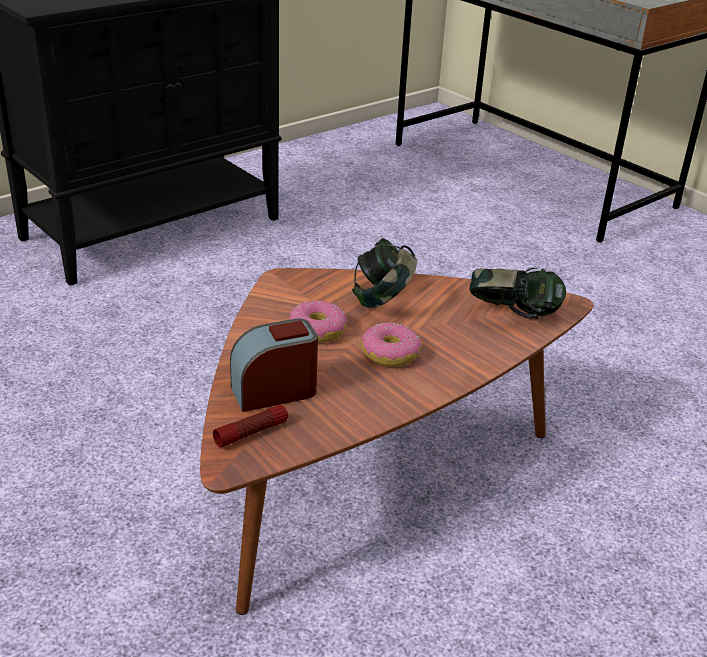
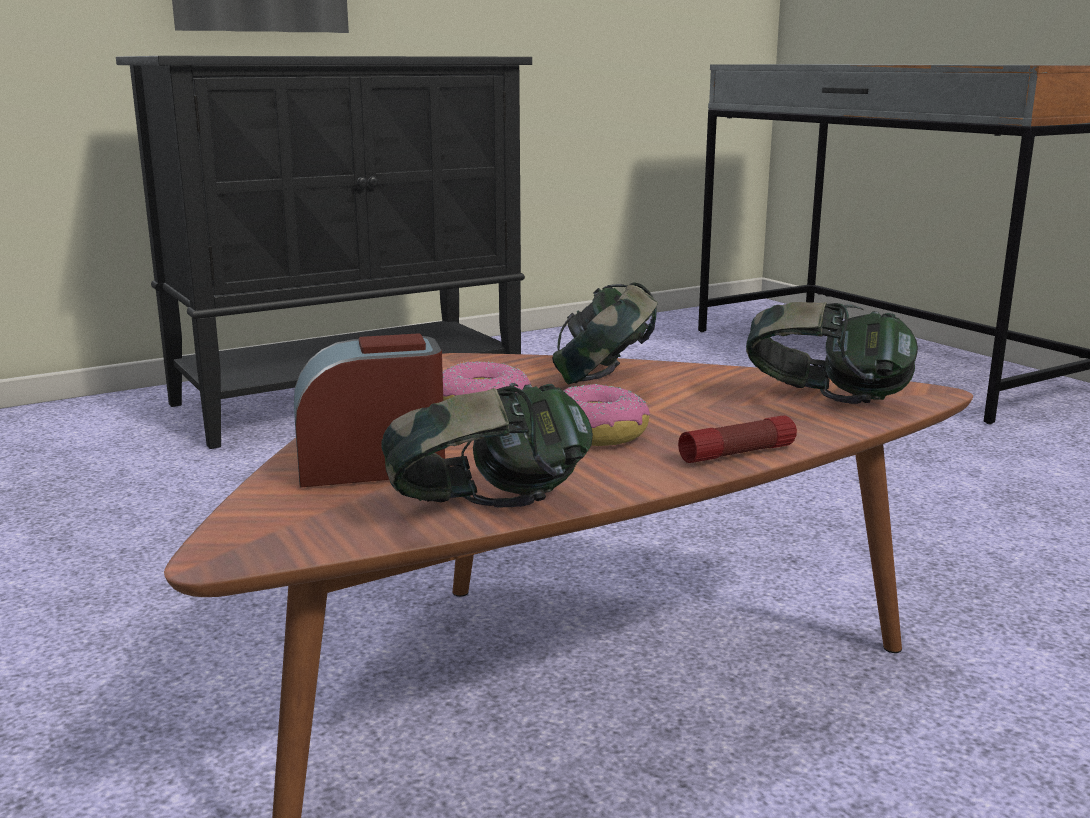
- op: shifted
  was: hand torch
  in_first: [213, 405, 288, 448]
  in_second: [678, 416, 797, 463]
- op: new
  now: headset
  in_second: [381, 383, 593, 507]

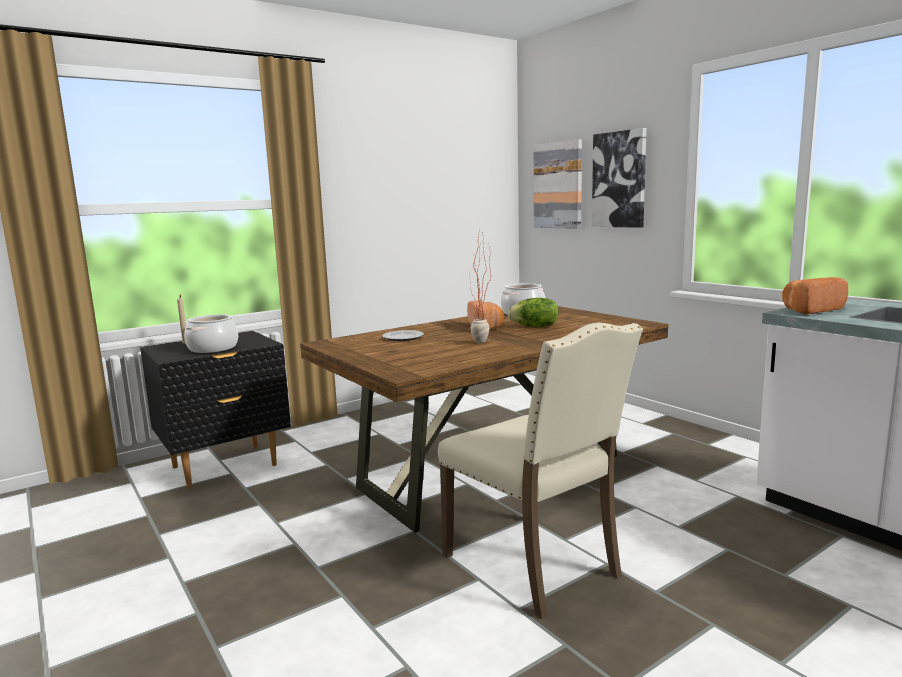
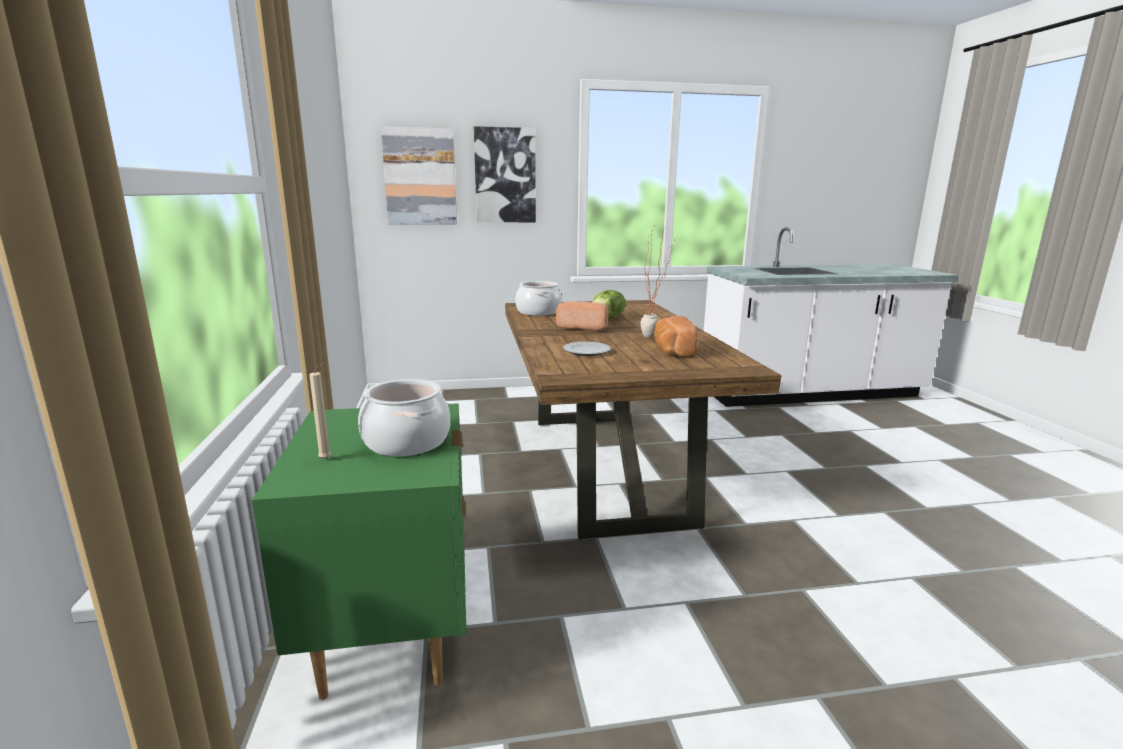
- op: shifted
  was: bakery bread
  in_first: [782, 277, 848, 314]
  in_second: [654, 316, 697, 358]
- op: gone
  was: sand-coloured chair
  in_first: [438, 323, 643, 619]
- op: repainted
  was: black-coloured night table
  now: greenish night table
  in_first: [140, 331, 291, 489]
  in_second: [252, 403, 466, 700]

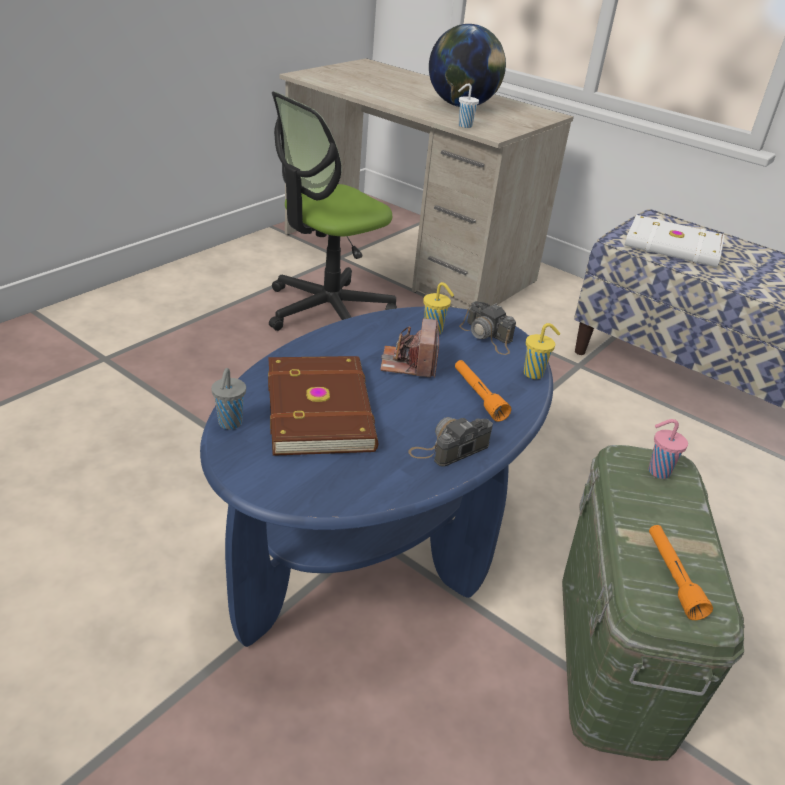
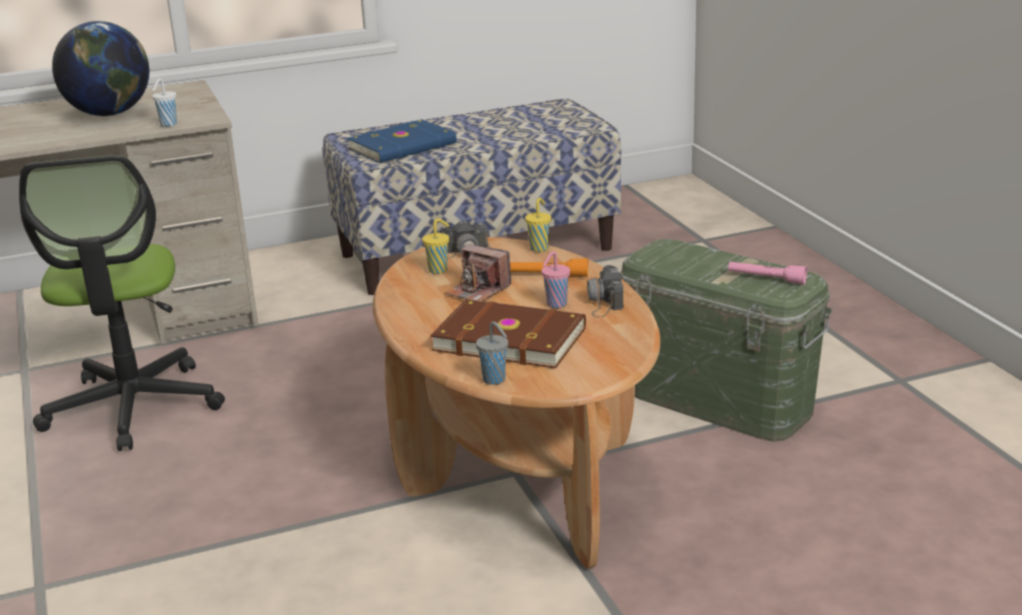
- op: repainted
  was: white volume
  now: blue-coloured volume
  in_first: [624, 215, 724, 267]
  in_second: [347, 119, 457, 163]
- op: repainted
  was: blue-coloured lounge table
  now: brown lounge table
  in_first: [200, 307, 553, 647]
  in_second: [373, 237, 660, 569]
- op: shifted
  was: pink drinking cup
  in_first: [648, 419, 688, 479]
  in_second: [541, 251, 570, 308]
- op: repainted
  was: orangey hand torch
  now: pink hand torch
  in_first: [649, 525, 713, 620]
  in_second: [728, 262, 807, 285]

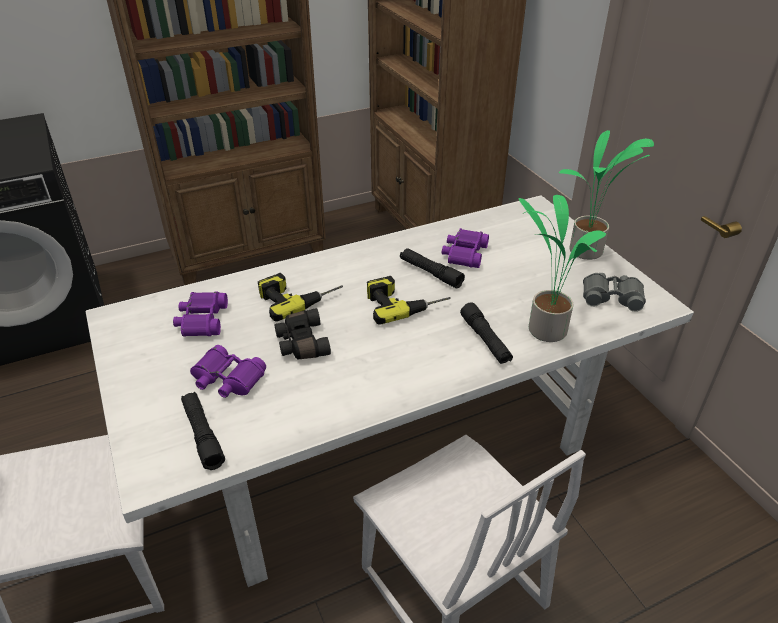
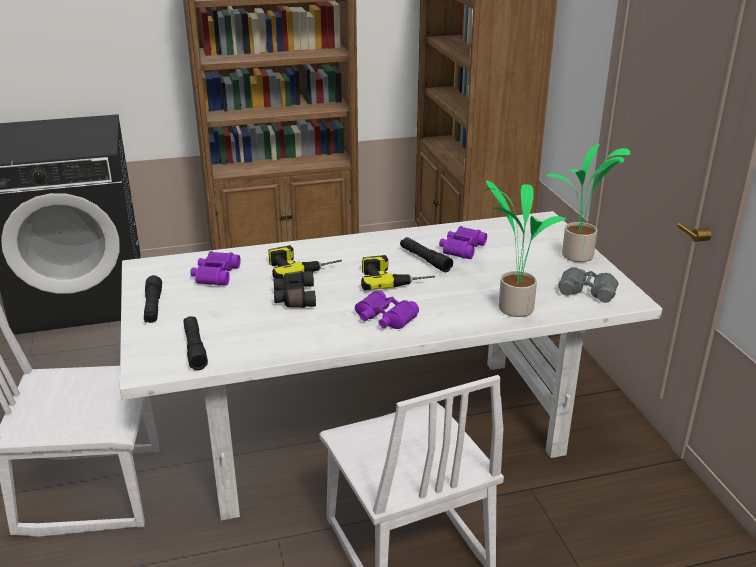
- op: shifted
  was: black-coloured hand torch
  in_first: [460, 302, 513, 364]
  in_second: [144, 275, 162, 323]
- op: shifted
  was: purple field glasses
  in_first: [190, 345, 266, 398]
  in_second: [355, 290, 419, 329]

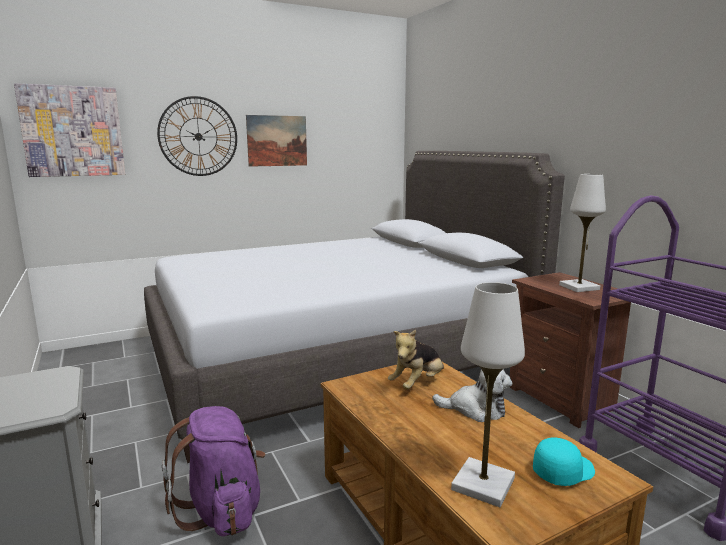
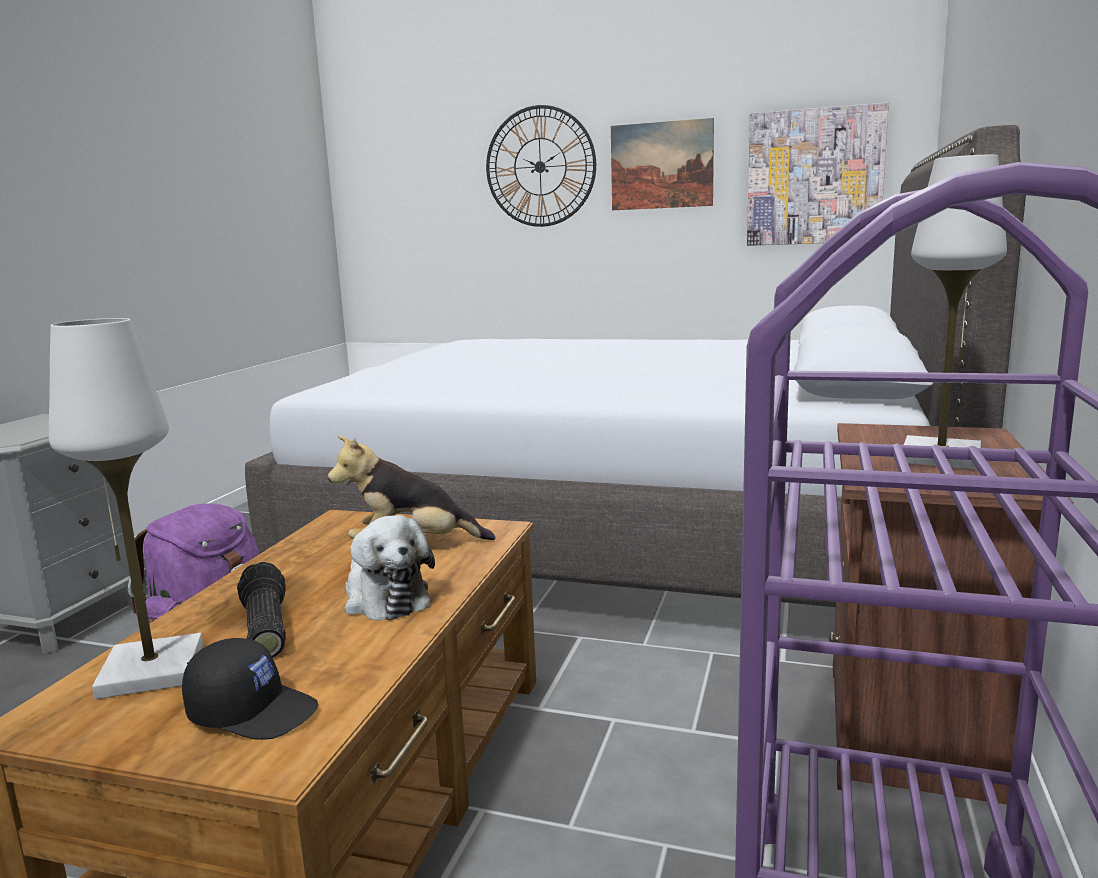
- op: shifted
  was: picture
  in_first: [14, 83, 125, 177]
  in_second: [747, 102, 889, 246]
- op: repainted
  was: blue-green peaked cap
  now: black-coloured peaked cap
  in_first: [533, 438, 595, 486]
  in_second: [182, 638, 318, 740]
- op: new
  now: hand torch
  in_second: [237, 562, 286, 658]

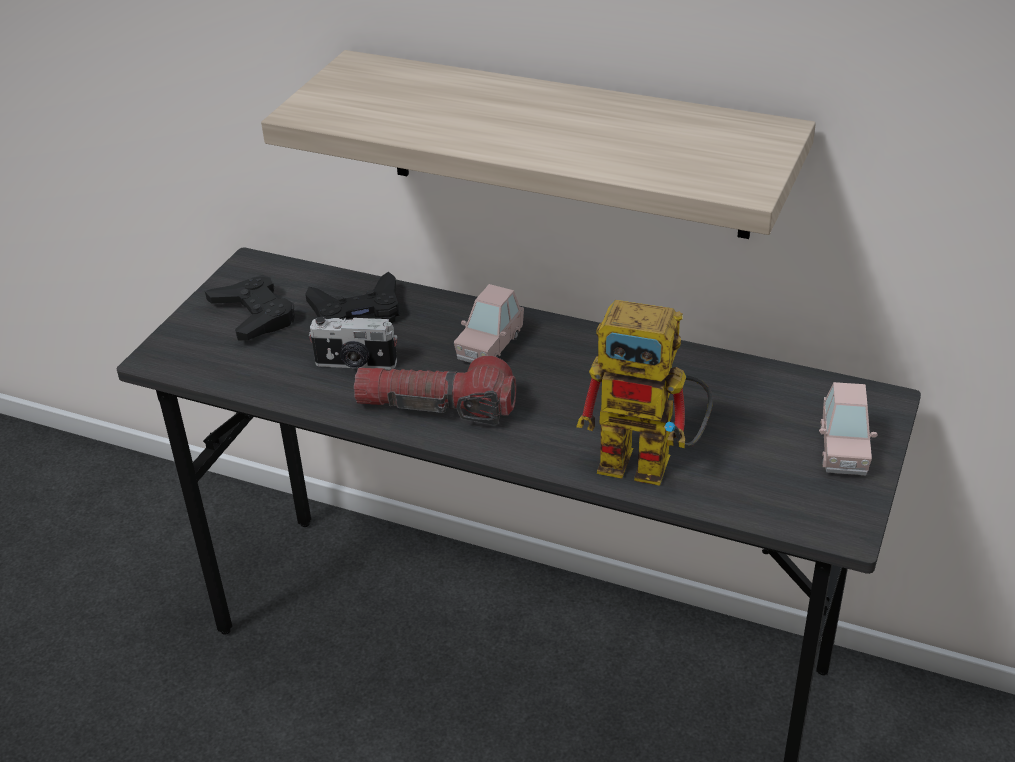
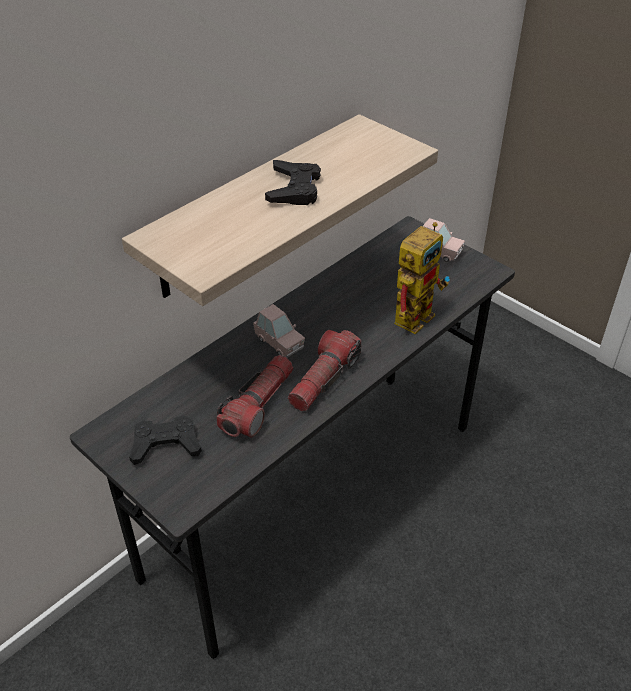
- op: shifted
  was: black-coloured joypad
  in_first: [305, 271, 399, 323]
  in_second: [265, 160, 321, 205]
- op: swapped
  was: still camera
  now: hand torch
  in_first: [309, 317, 397, 370]
  in_second: [216, 355, 293, 437]

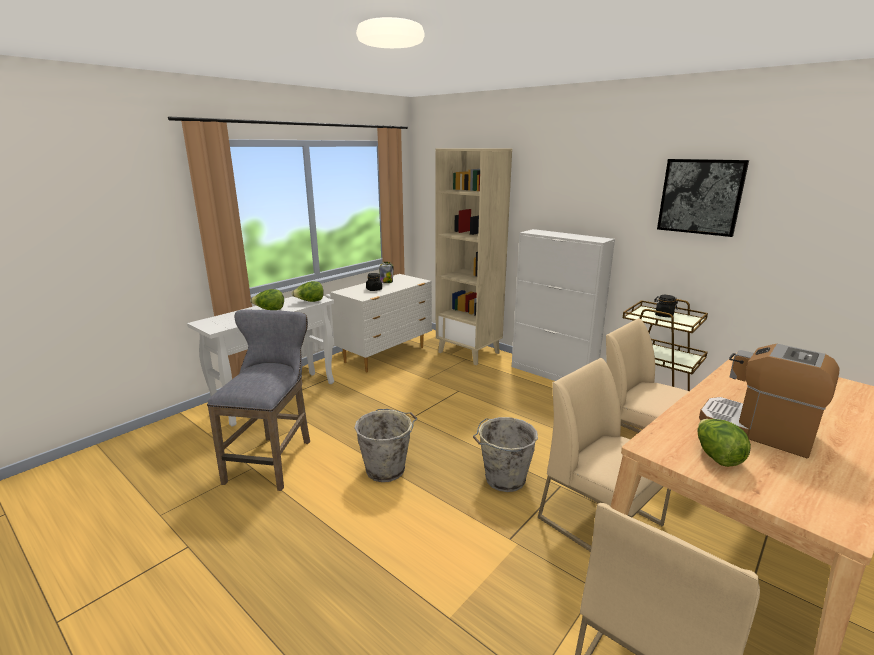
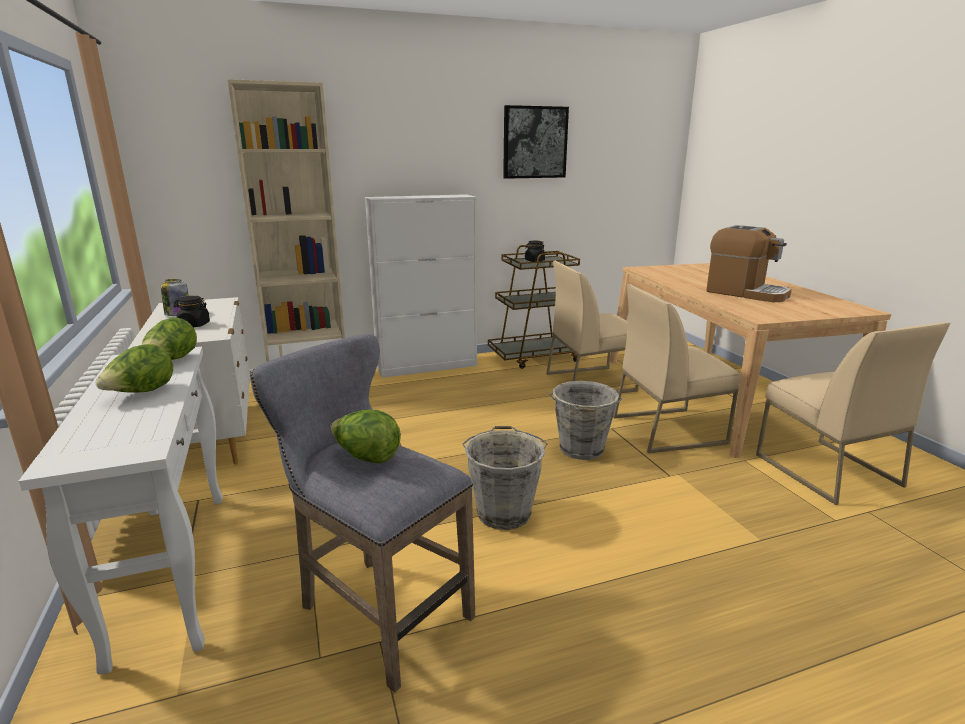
- op: rotated
  was: coffee machine
  in_first: [699, 344, 840, 458]
  in_second: [706, 225, 792, 302]
  clockwise: -120
- op: shifted
  was: head of lettuce
  in_first: [698, 419, 751, 467]
  in_second: [330, 410, 401, 464]

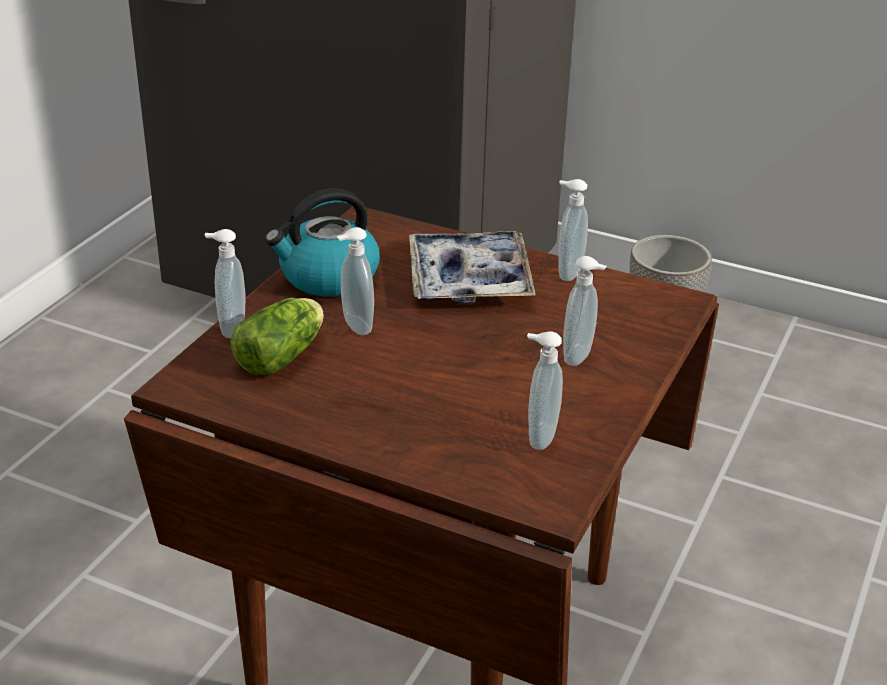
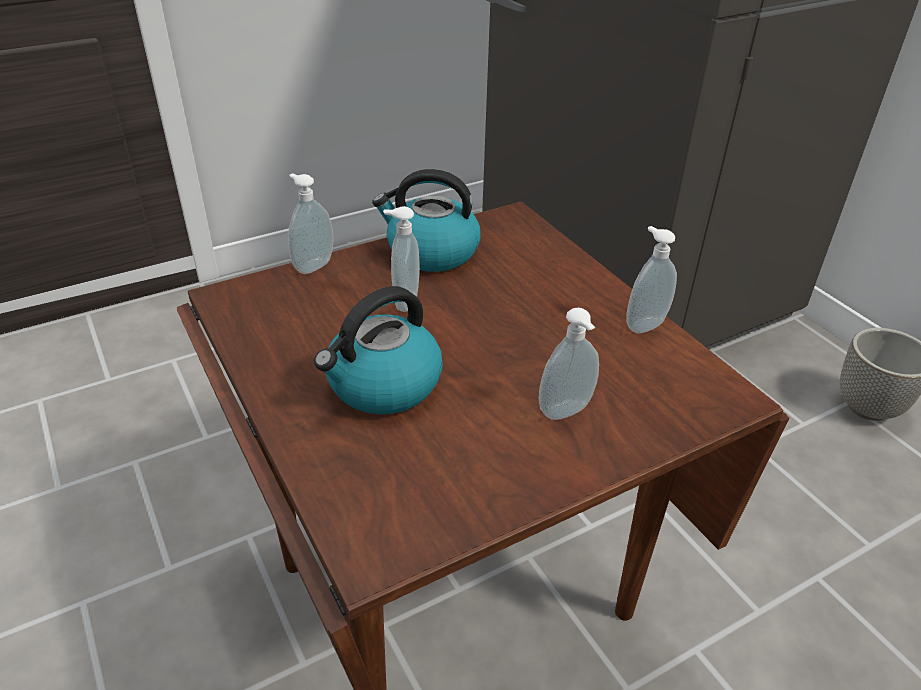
- op: gone
  was: tray
  in_first: [409, 231, 536, 305]
- op: gone
  was: head of lettuce
  in_first: [230, 298, 324, 375]
- op: gone
  was: soap bottle
  in_first: [527, 331, 563, 450]
- op: new
  now: water kettle
  in_second: [314, 286, 443, 414]

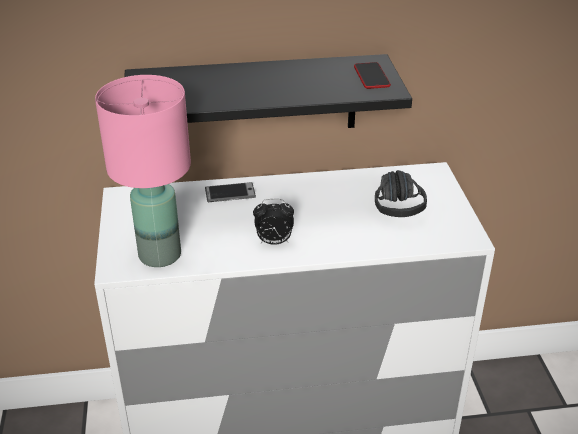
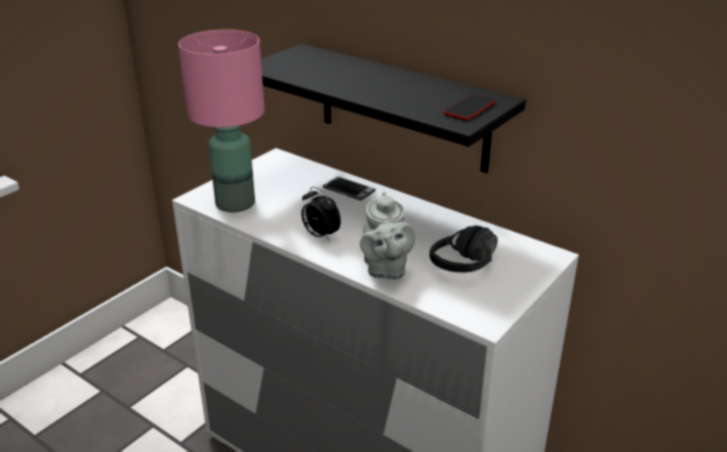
- op: new
  now: greyish tea pot
  in_second: [360, 191, 415, 280]

